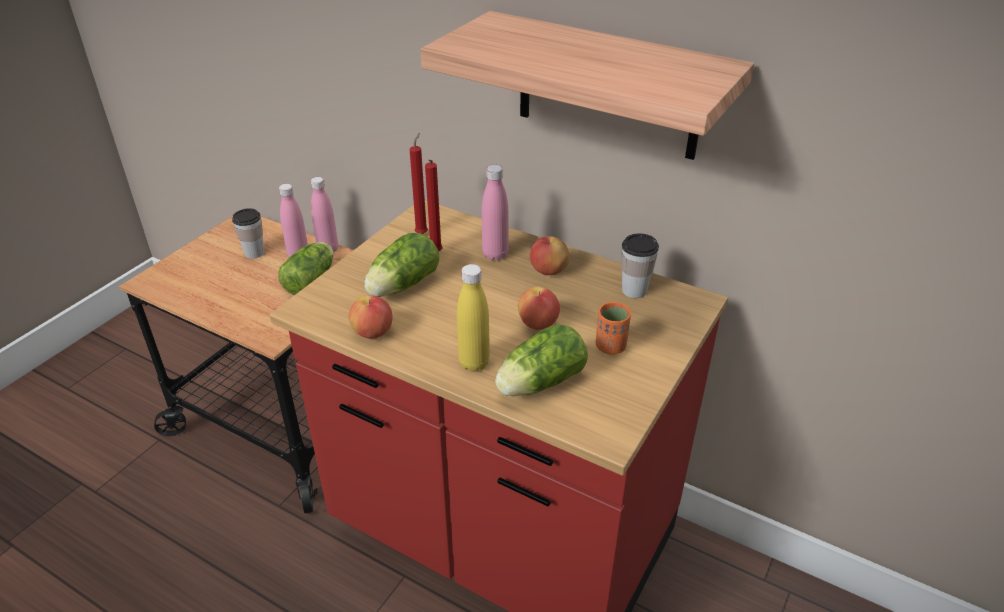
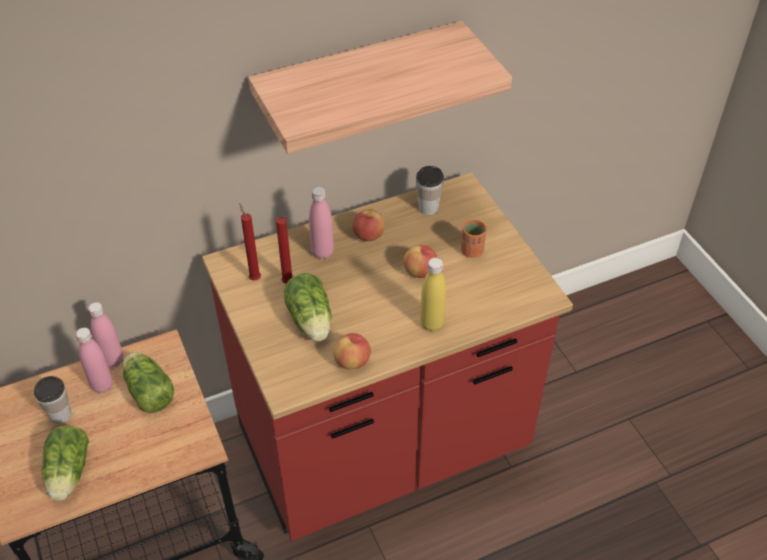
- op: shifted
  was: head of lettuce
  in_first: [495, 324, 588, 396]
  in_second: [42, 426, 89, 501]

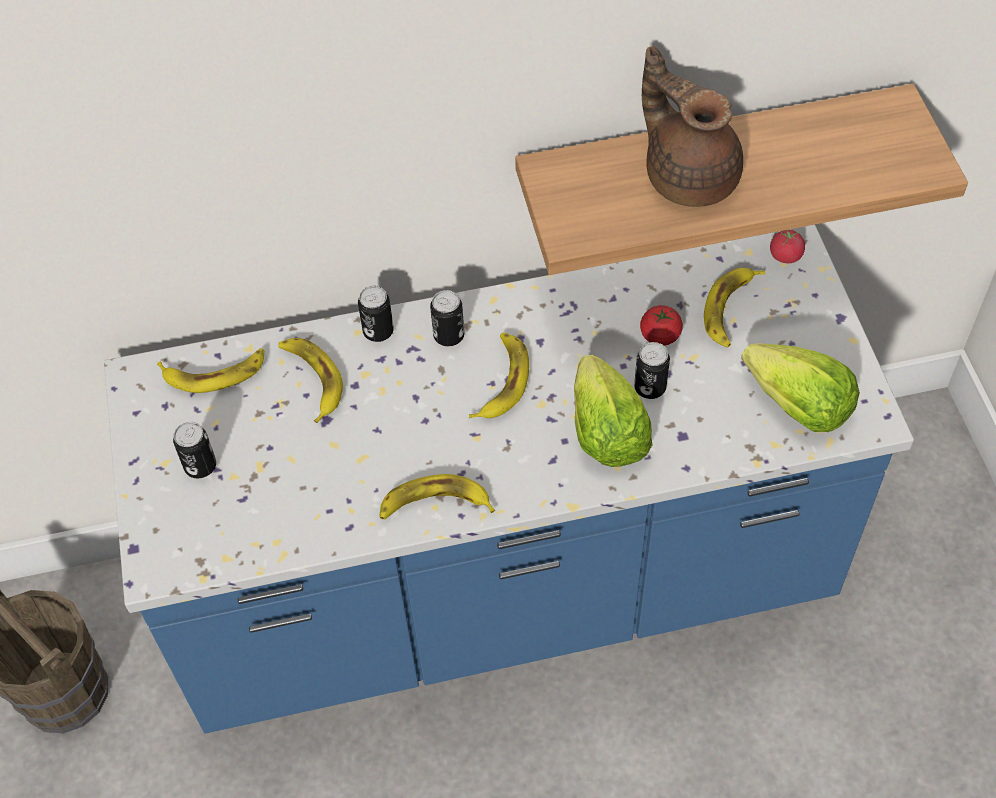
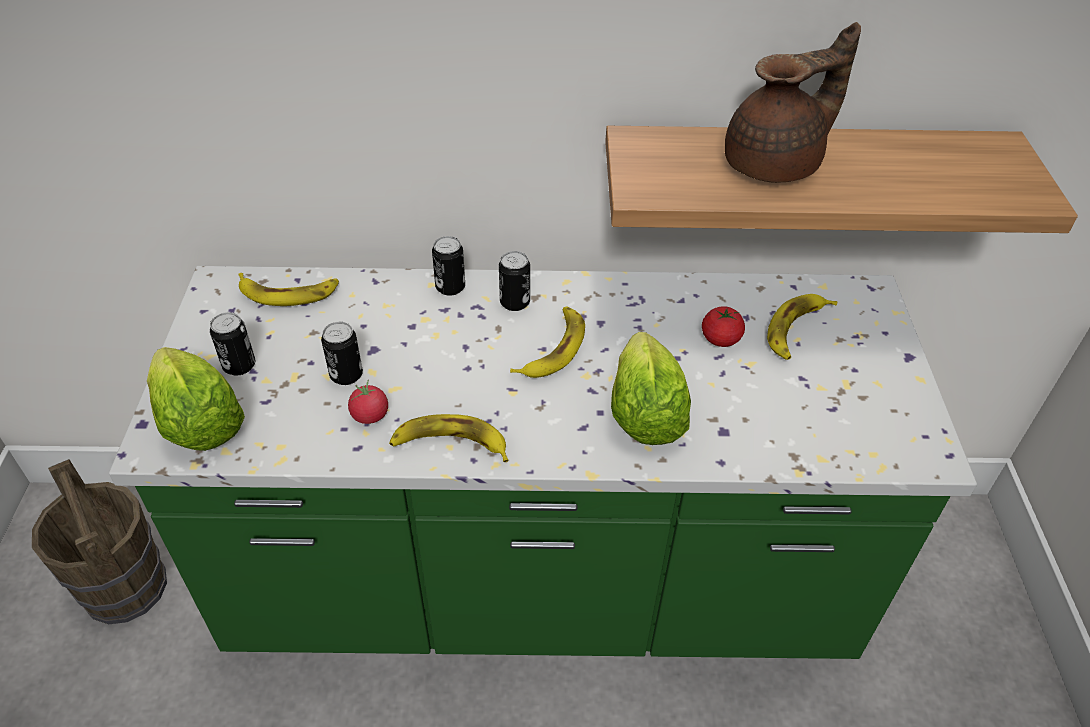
- op: rotated
  was: brown tea pot
  in_first: [642, 46, 743, 207]
  in_second: [725, 22, 861, 183]
  clockwise: 90
- op: repainted
  was: blue-coloured kitchen counter
  now: greenish kitchen counter
  in_first: [104, 225, 914, 734]
  in_second: [109, 266, 977, 659]
- op: shifted
  was: tomato
  in_first: [770, 230, 805, 263]
  in_second: [348, 380, 388, 424]
- op: gone
  was: banana fruit
  in_first: [278, 338, 343, 423]
- op: shifted
  was: metal can
  in_first: [634, 342, 670, 399]
  in_second: [321, 322, 363, 385]
- op: shifted
  was: head of lettuce
  in_first: [741, 343, 860, 432]
  in_second: [147, 347, 245, 451]

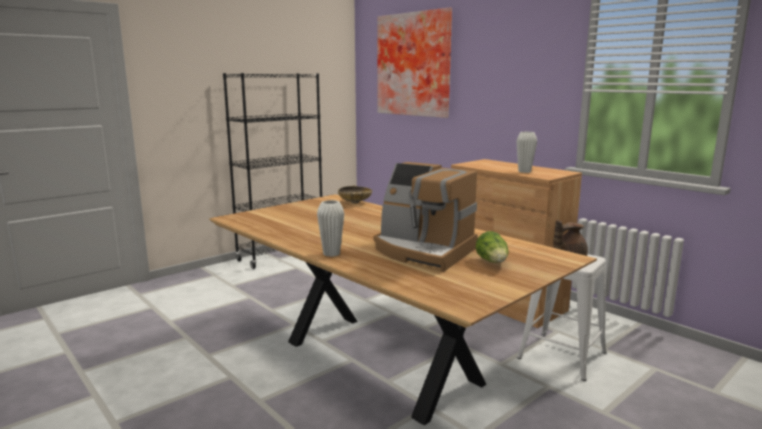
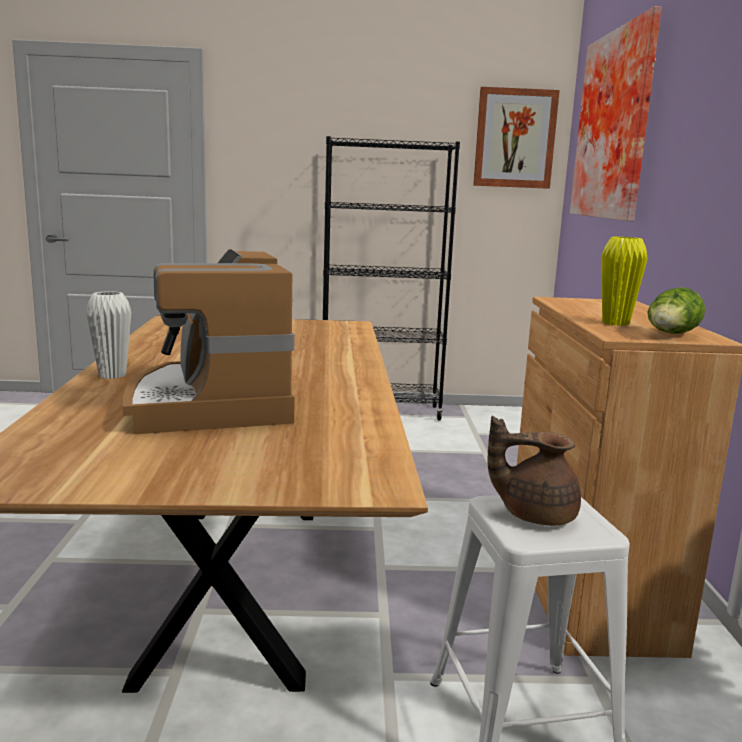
- op: repainted
  was: white decorative vase
  now: yellow-coloured decorative vase
  in_first: [516, 132, 537, 173]
  in_second: [601, 237, 648, 326]
- op: gone
  was: sand-coloured bowl
  in_first: [338, 185, 372, 204]
- op: shifted
  was: head of lettuce
  in_first: [476, 231, 509, 263]
  in_second: [648, 287, 705, 334]
- op: new
  now: picture
  in_second: [473, 87, 560, 189]

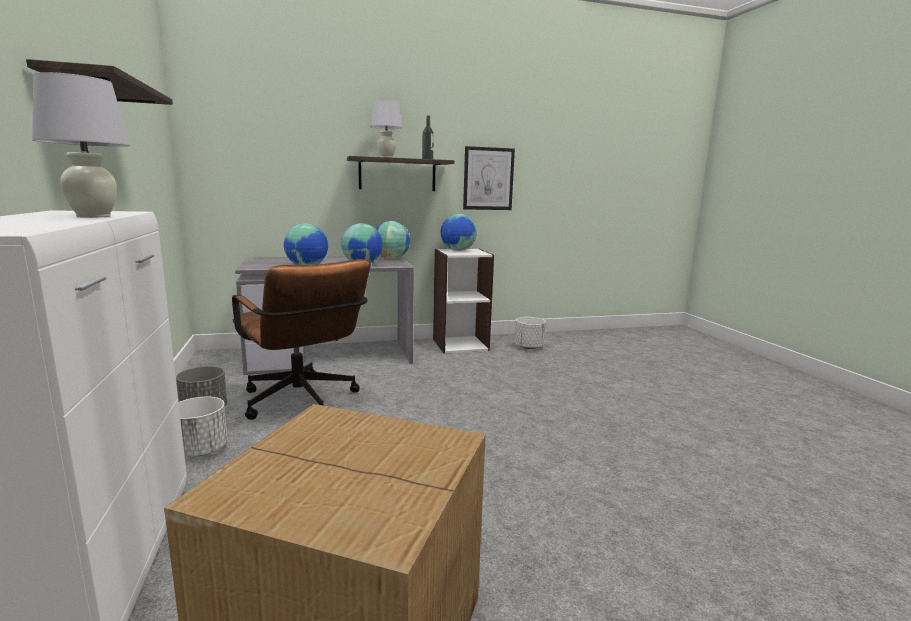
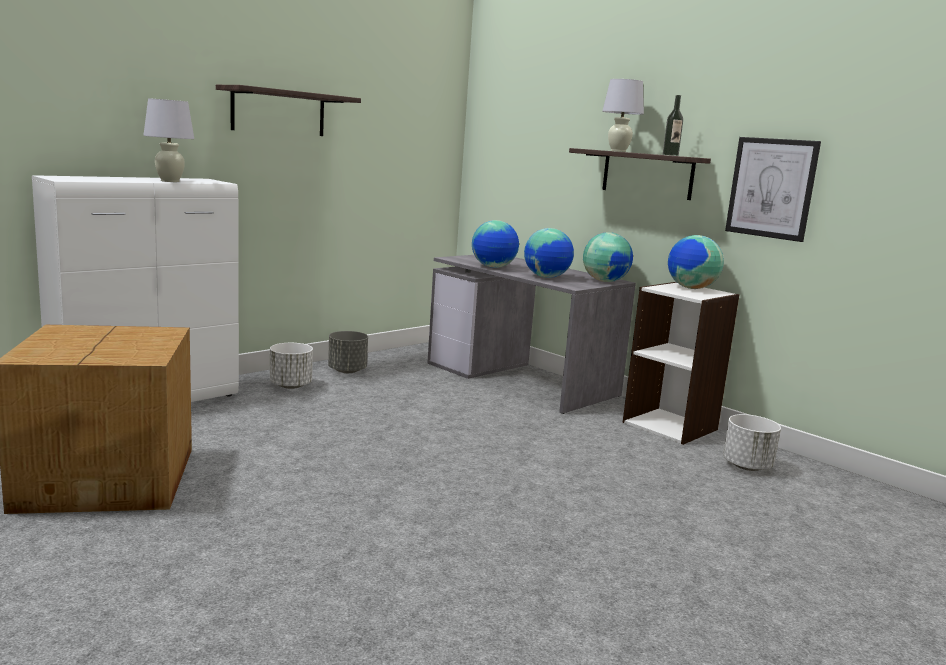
- op: gone
  was: brown office chair
  in_first: [232, 259, 371, 420]

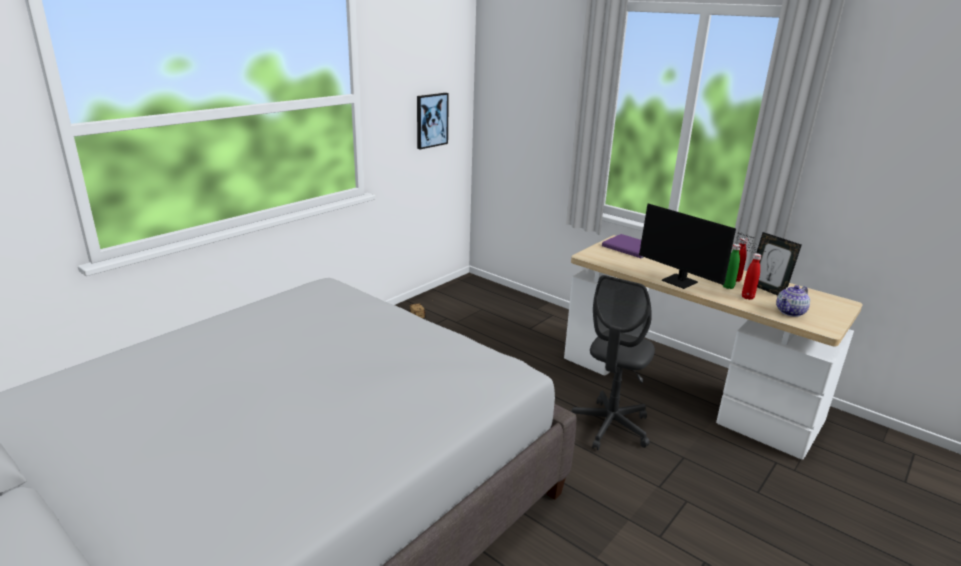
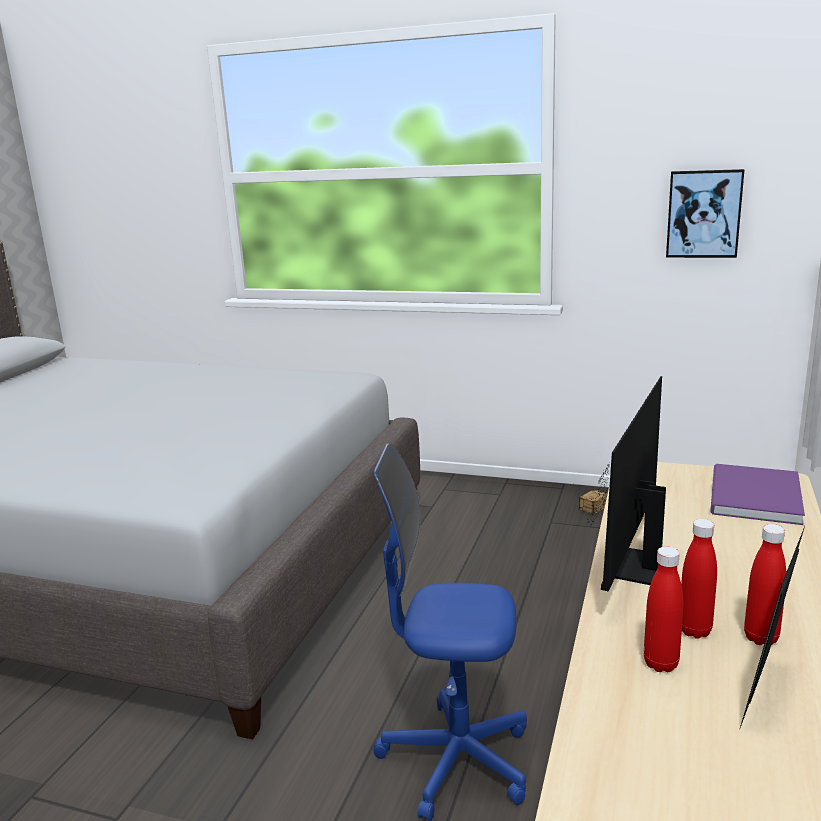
- op: repainted
  was: greenish beverage bottle
  now: red-coloured beverage bottle
  in_first: [723, 244, 741, 289]
  in_second: [681, 519, 717, 639]
- op: repainted
  was: greyish office chair
  now: blue-coloured office chair
  in_first: [571, 275, 655, 450]
  in_second: [373, 443, 527, 821]
- op: gone
  was: tea pot
  in_first: [776, 285, 810, 317]

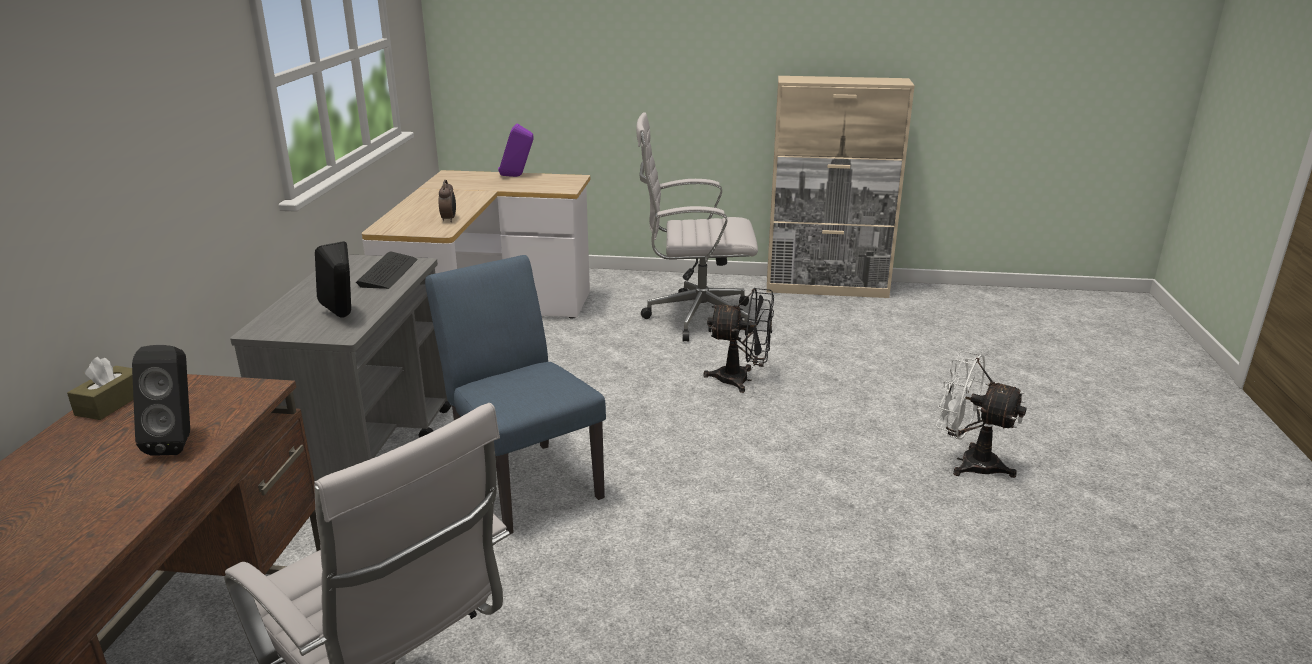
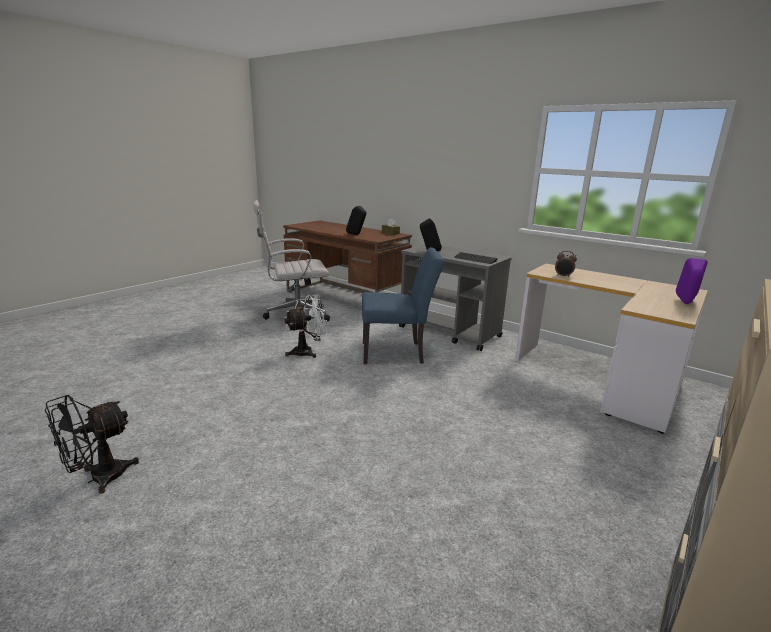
- op: gone
  was: white office chair
  in_first: [636, 112, 758, 342]
- op: shifted
  was: black-coloured fan
  in_first: [703, 287, 774, 393]
  in_second: [45, 395, 139, 494]
- op: shifted
  was: white fan
  in_first: [936, 351, 1027, 478]
  in_second: [285, 295, 328, 358]

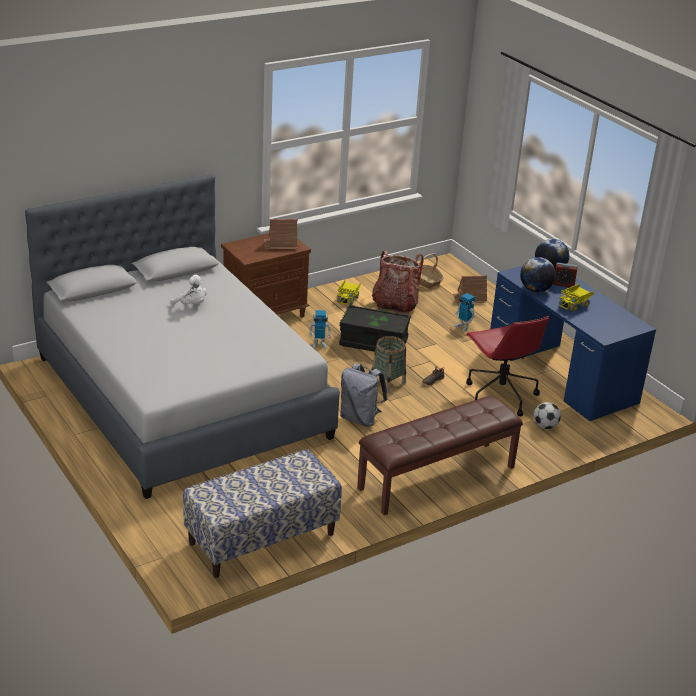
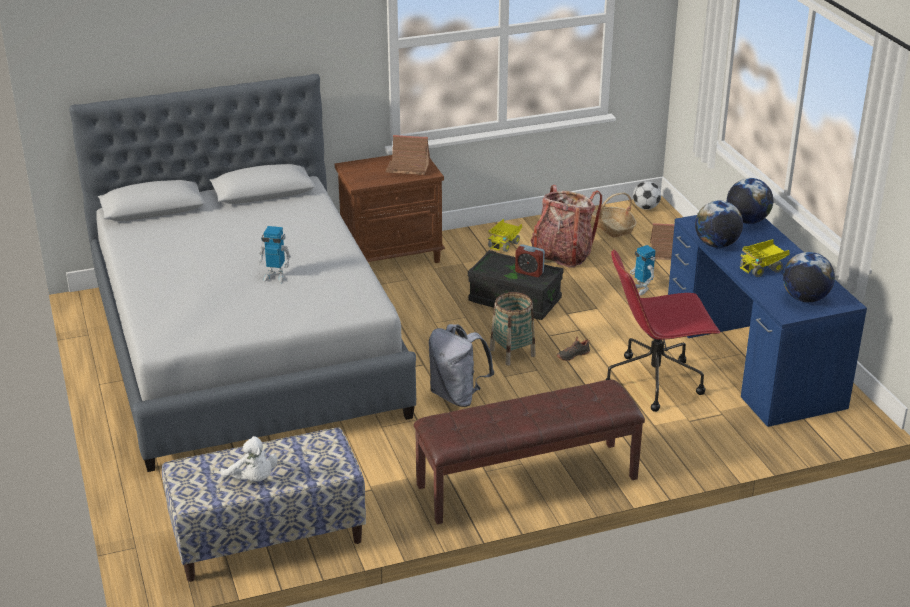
- op: shifted
  was: bedside clock
  in_first: [553, 263, 578, 287]
  in_second: [515, 244, 545, 277]
- op: shifted
  was: white cuddly toy
  in_first: [170, 275, 207, 306]
  in_second: [220, 436, 278, 481]
- op: shifted
  was: toy robot
  in_first: [309, 310, 331, 349]
  in_second: [258, 226, 291, 283]
- op: rotated
  was: red-coloured office chair
  in_first: [466, 316, 549, 416]
  in_second: [606, 249, 721, 412]
  clockwise: 90
- op: shifted
  was: football ball
  in_first: [534, 402, 561, 429]
  in_second: [633, 181, 661, 210]
- op: new
  now: world globe
  in_second: [783, 252, 835, 302]

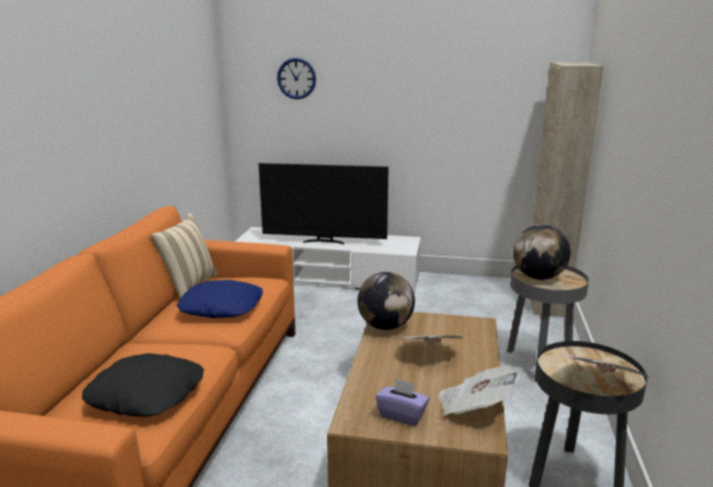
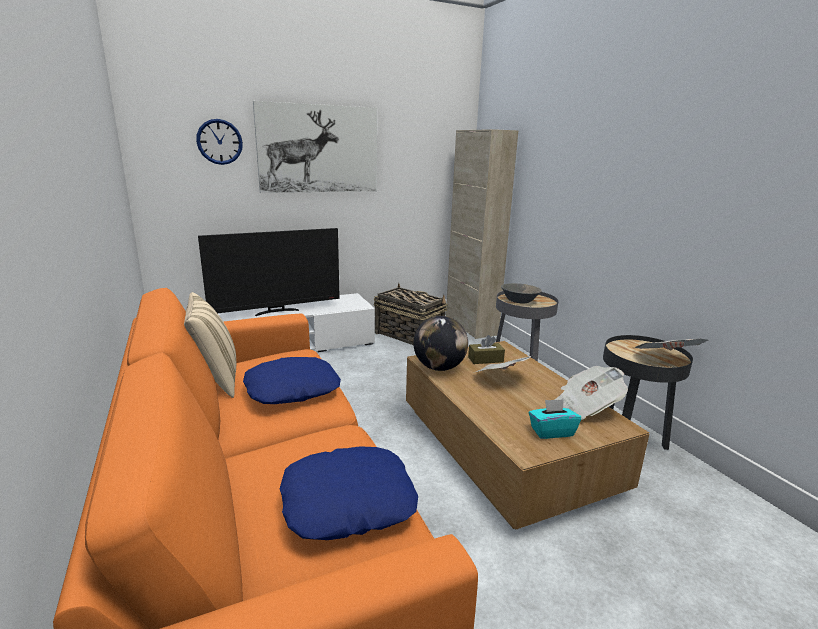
- op: swapped
  was: world globe
  now: greyish bowl
  in_first: [513, 225, 570, 280]
  in_second: [501, 283, 542, 304]
- op: repainted
  was: black-coloured cushion
  now: blue-coloured cushion
  in_first: [82, 353, 204, 417]
  in_second: [280, 446, 418, 540]
- op: repainted
  was: purple tissue box
  now: blue-green tissue box
  in_first: [376, 378, 429, 426]
  in_second: [529, 399, 581, 439]
- op: new
  now: picture
  in_second: [253, 101, 377, 193]
- op: new
  now: storage basket
  in_second: [374, 283, 448, 345]
- op: new
  now: brown tissue box
  in_second: [468, 335, 505, 364]

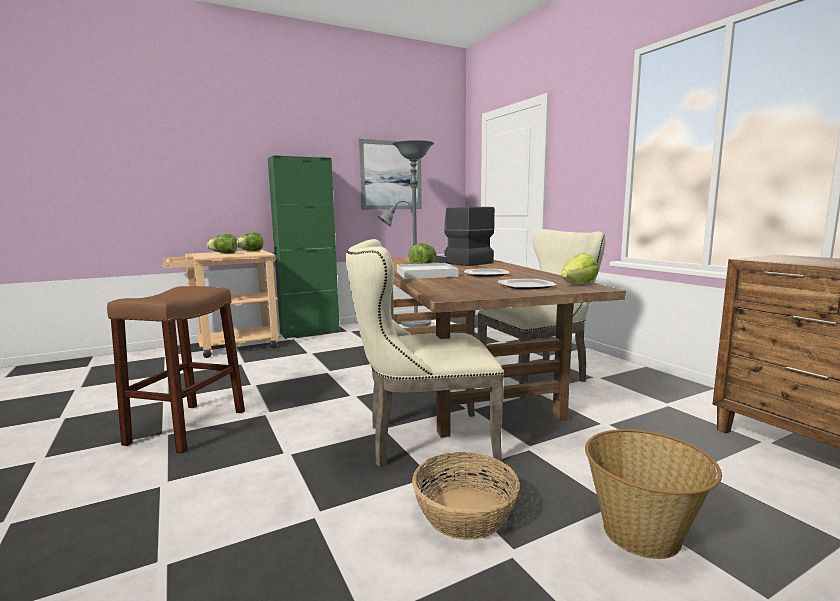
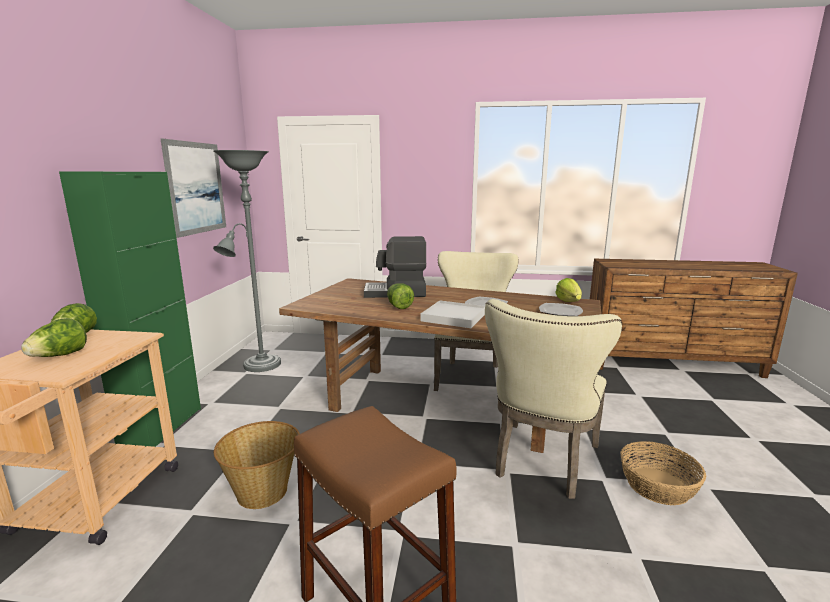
- op: shifted
  was: storage basket
  in_first: [585, 429, 722, 559]
  in_second: [214, 421, 300, 509]

